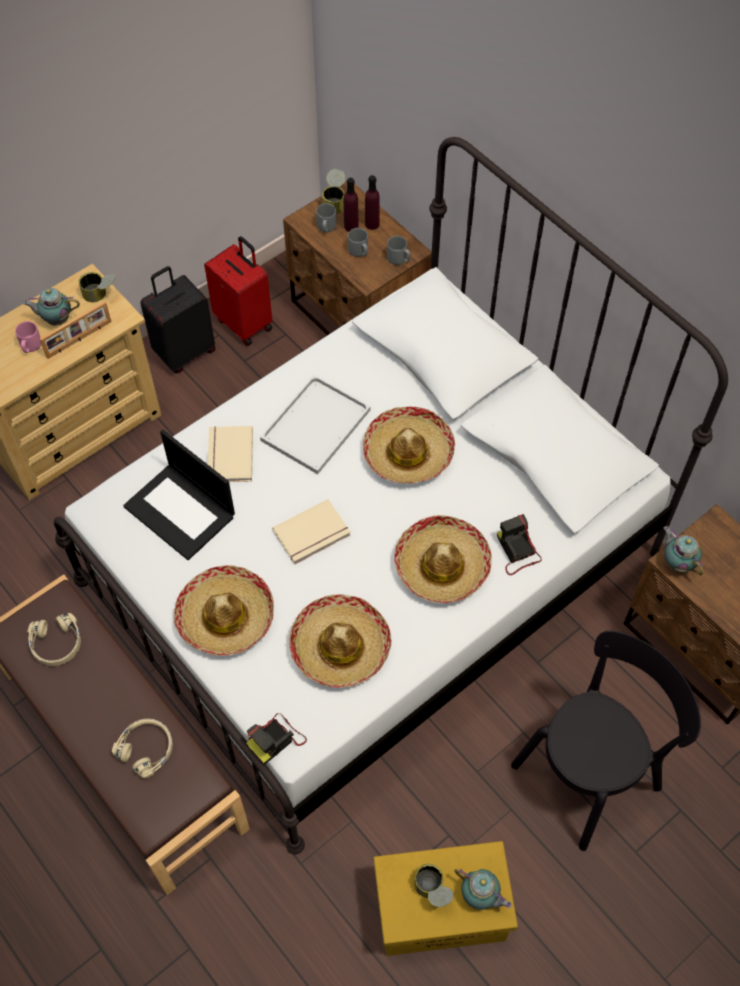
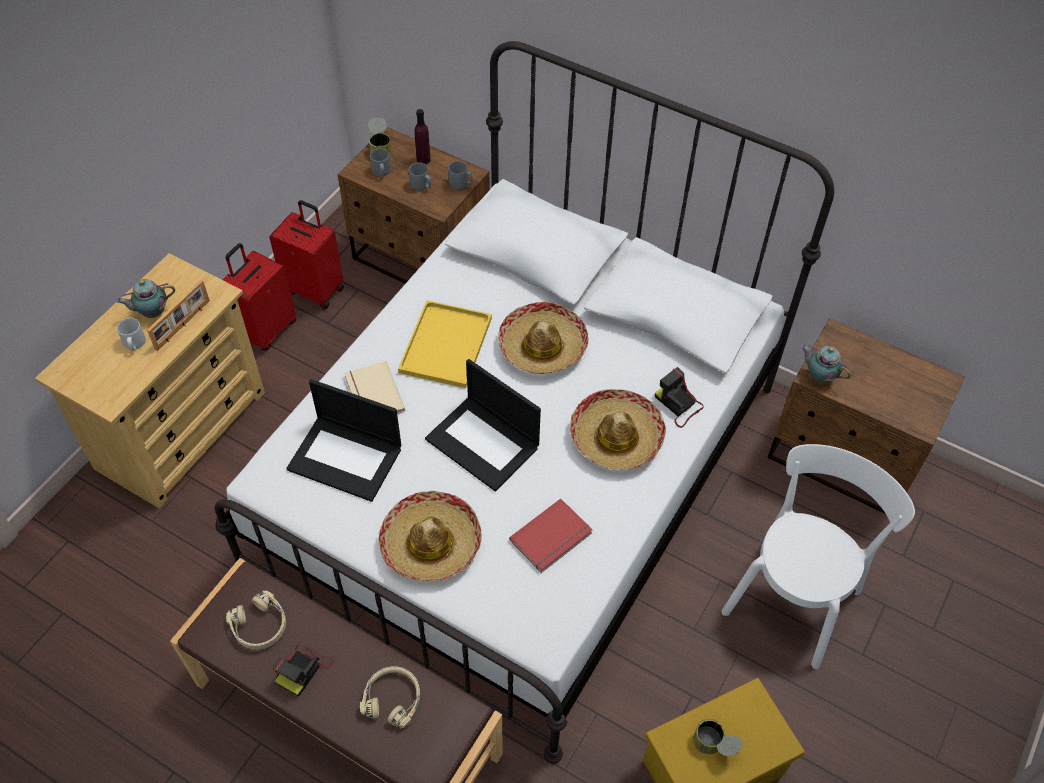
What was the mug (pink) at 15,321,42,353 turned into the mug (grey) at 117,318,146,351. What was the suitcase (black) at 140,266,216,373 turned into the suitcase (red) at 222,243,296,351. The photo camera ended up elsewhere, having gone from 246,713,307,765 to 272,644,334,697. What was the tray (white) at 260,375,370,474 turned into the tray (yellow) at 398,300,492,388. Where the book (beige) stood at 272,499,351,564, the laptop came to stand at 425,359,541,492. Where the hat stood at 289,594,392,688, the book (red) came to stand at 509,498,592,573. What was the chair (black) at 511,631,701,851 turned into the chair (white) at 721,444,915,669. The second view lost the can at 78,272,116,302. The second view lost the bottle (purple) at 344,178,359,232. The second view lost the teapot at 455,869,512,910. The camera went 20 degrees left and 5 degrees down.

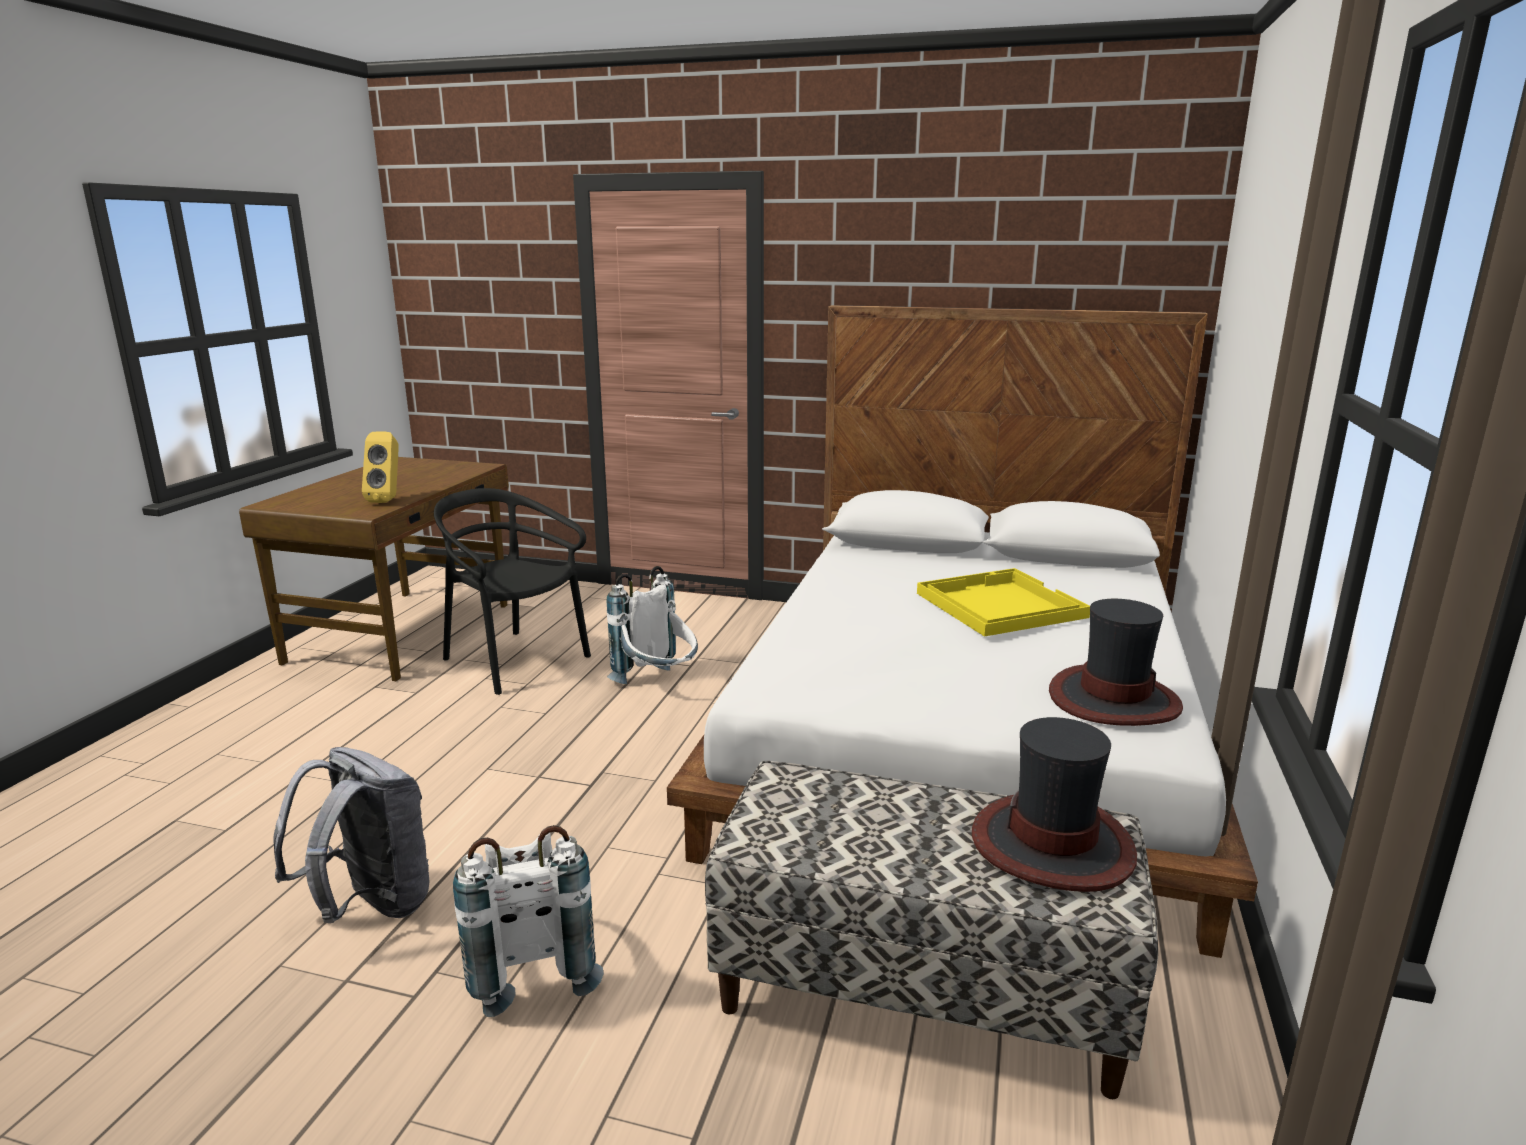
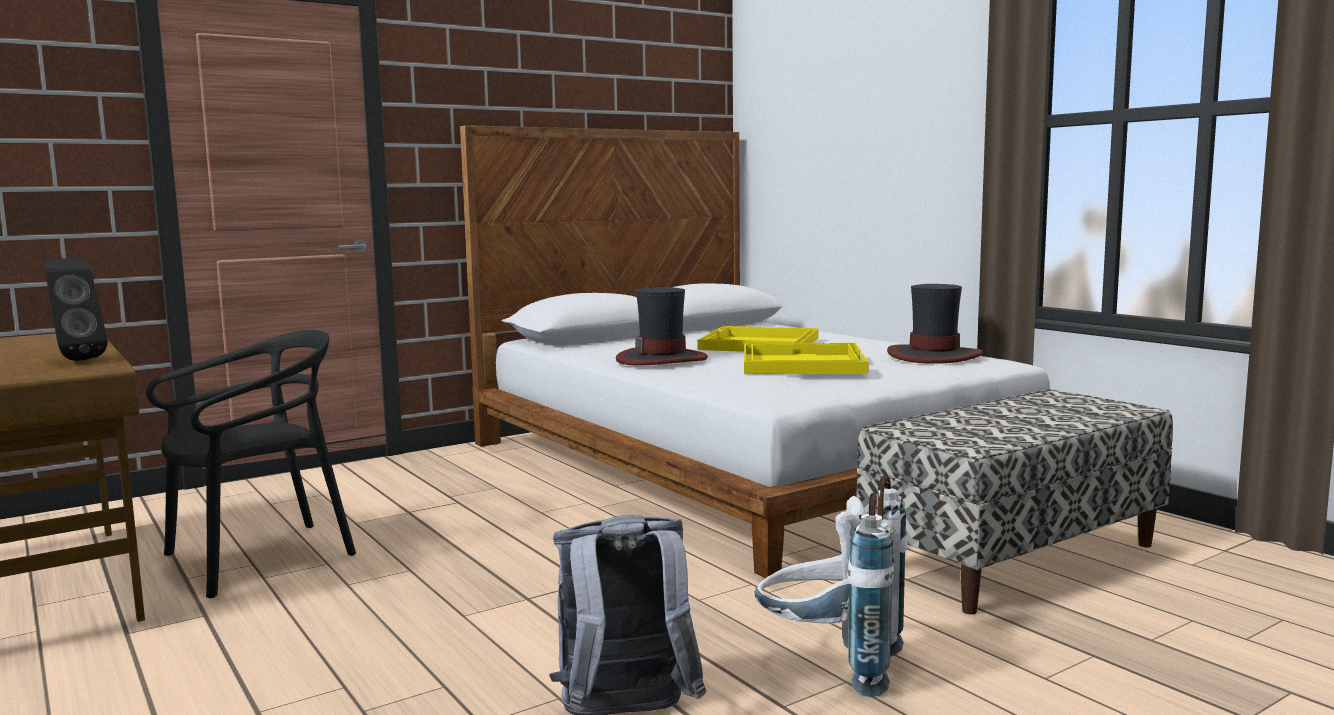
What was the speaker (yellow) at 362,431,399,503 turned into the speaker (black) at 44,258,108,361. The chair (black) at 434,488,591,695 ended up facing another way, 150 degrees clockwise from before. The hat ended up elsewhere, having gone from 972,717,1137,892 to 616,287,708,365. The second view gained the tray (yellow) at 744,343,869,374. The second view lost the backpack (white) at 607,566,698,684. The camera went 50 degrees left and 10 degrees down.

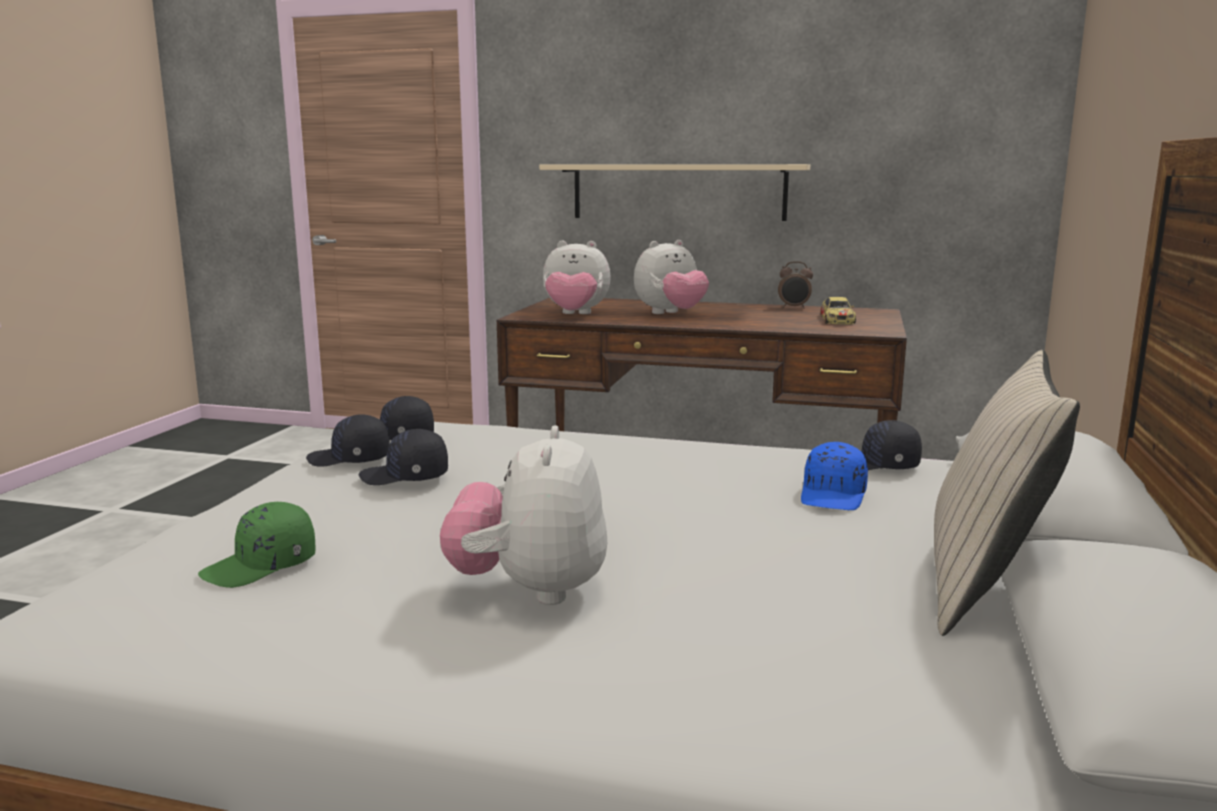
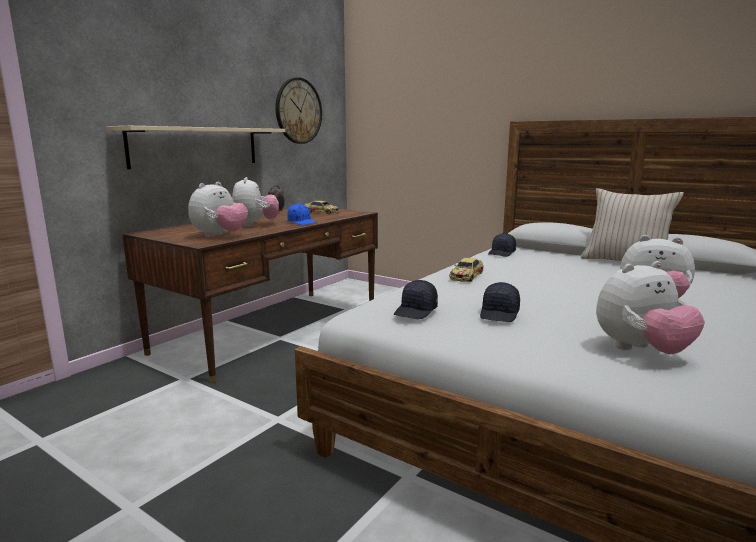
The second view gained the wall clock at 275,77,322,144. The cap (blue) ended up elsewhere, having gone from 801,442,868,510 to 287,204,317,225. The second view gained the toy car at 450,258,484,282. Where the cap (green) stood at 198,502,316,588, the plush toy came to stand at 596,261,705,354. The second view lost the cap (black) at 306,414,390,467. The camera went 70 degrees left and 0 degrees up.

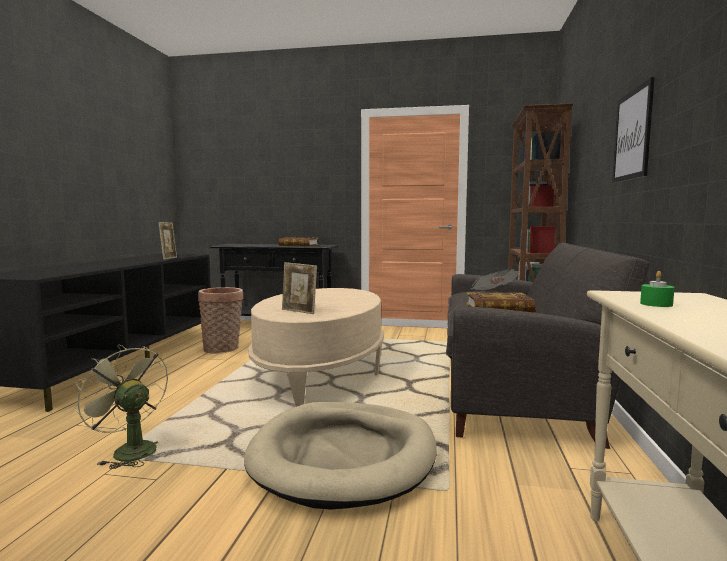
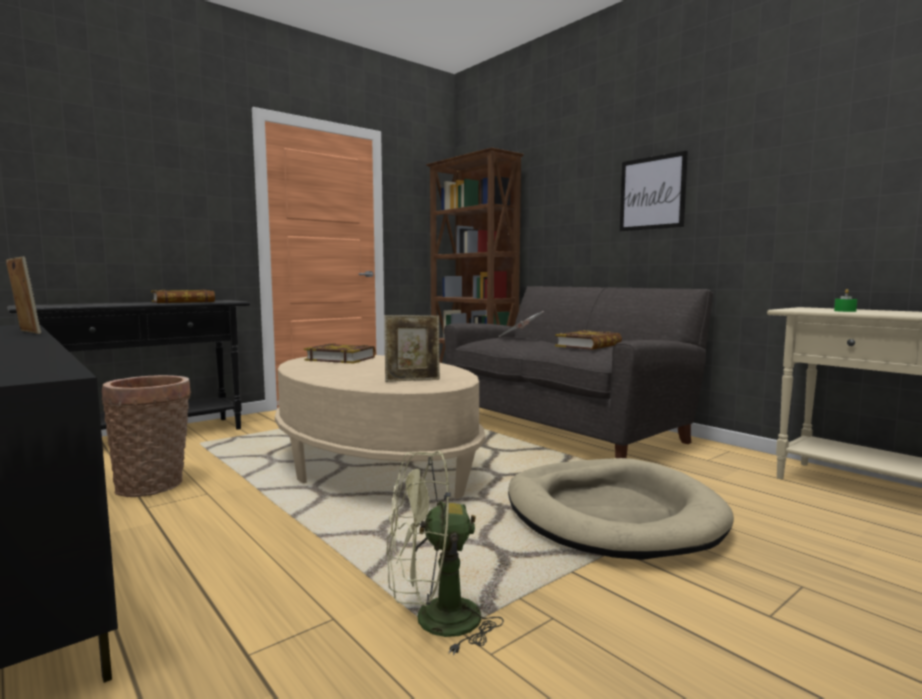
The second view gained the book at 304,343,376,364. The camera went 50 degrees left and 0 degrees up.

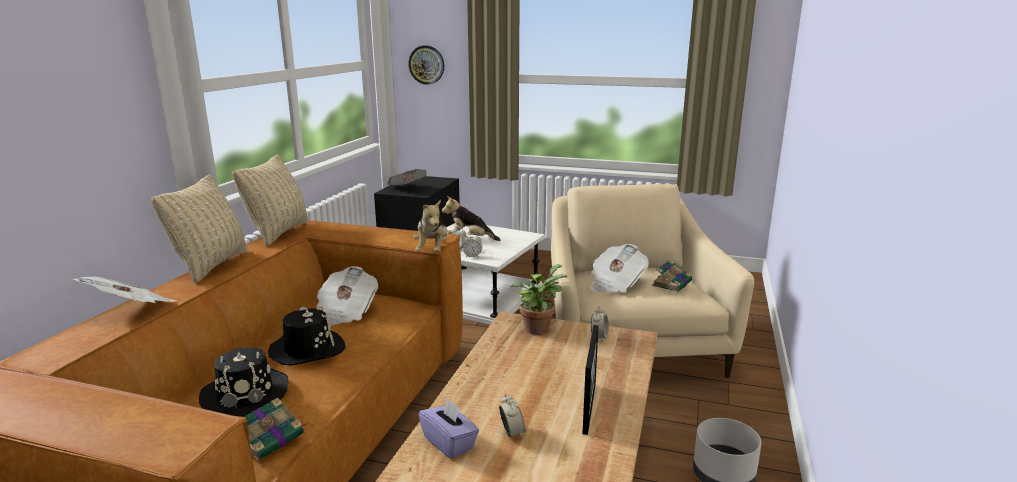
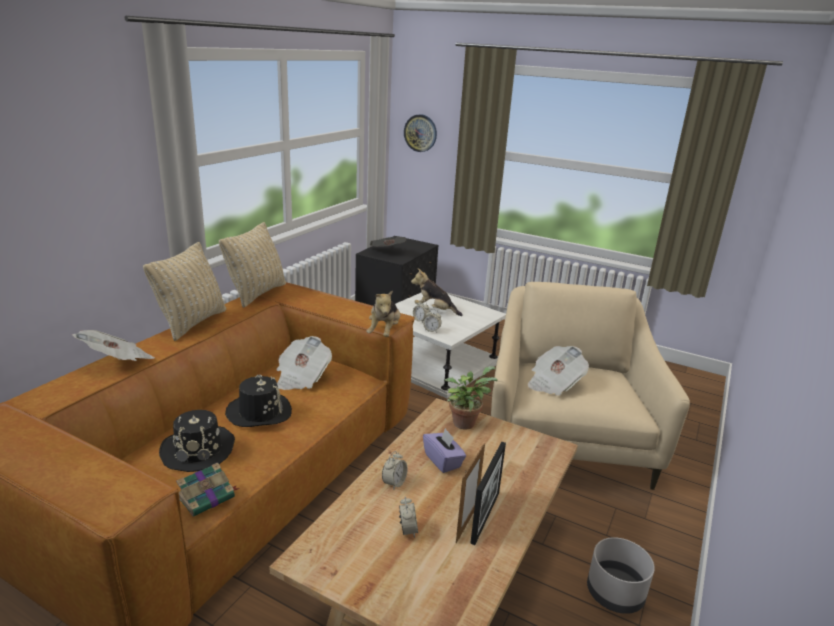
The alarm clock ended up elsewhere, having gone from 591,306,609,342 to 382,451,408,490. The tissue box (purple) ended up elsewhere, having gone from 418,398,479,459 to 423,428,466,473. The second view gained the picture frame at 456,443,485,543. The second view lost the book at 652,259,692,292. The camera went 10 degrees right and 5 degrees up.

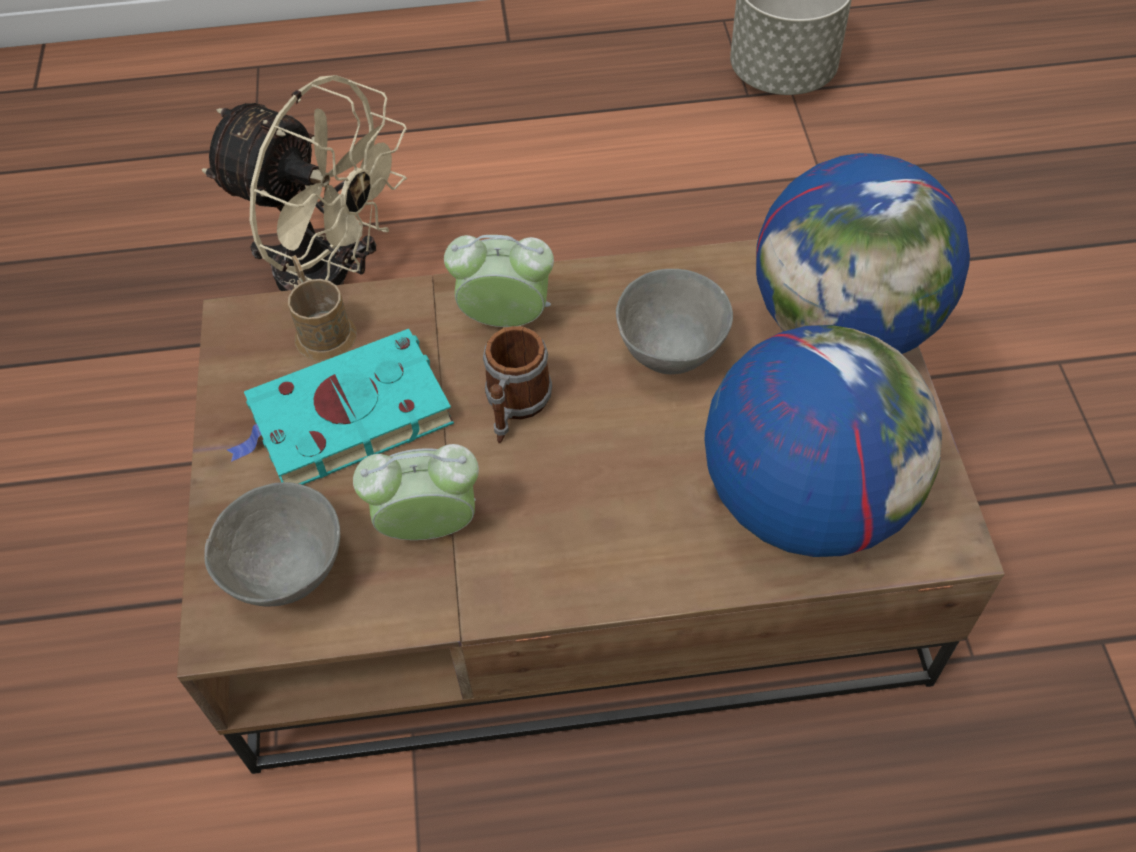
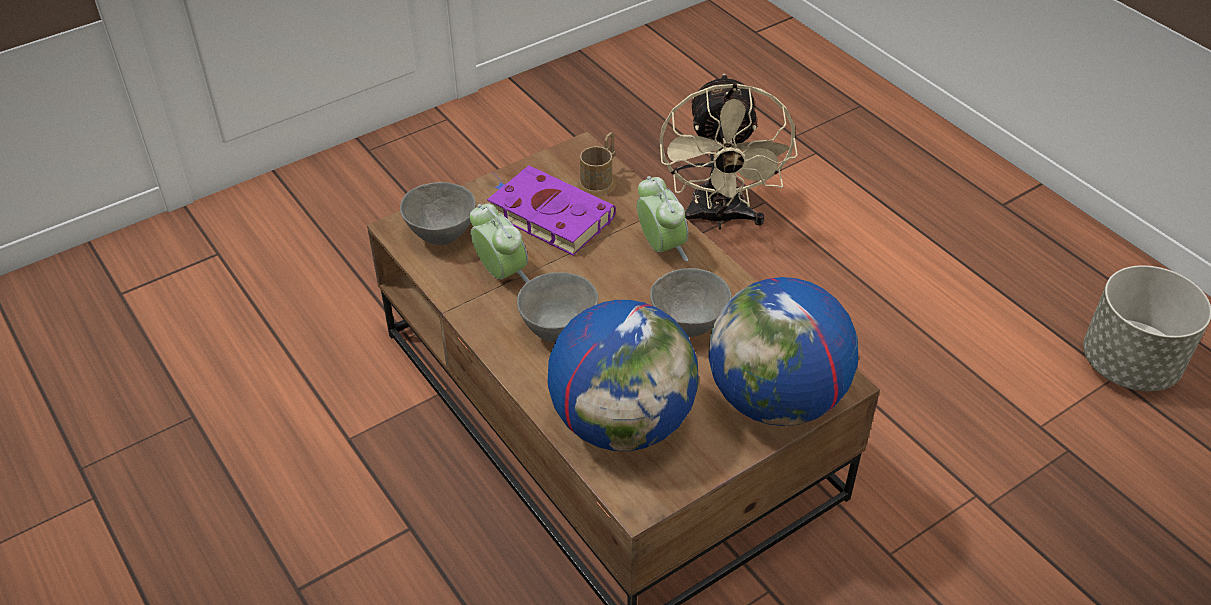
What was the book (turquoise) at 227,329,454,485 turned into the book (purple) at 487,165,616,255. The second view gained the bowl (grey) at 517,272,598,342. The second view lost the mug at 483,326,552,443. The camera went 60 degrees right and 10 degrees down.

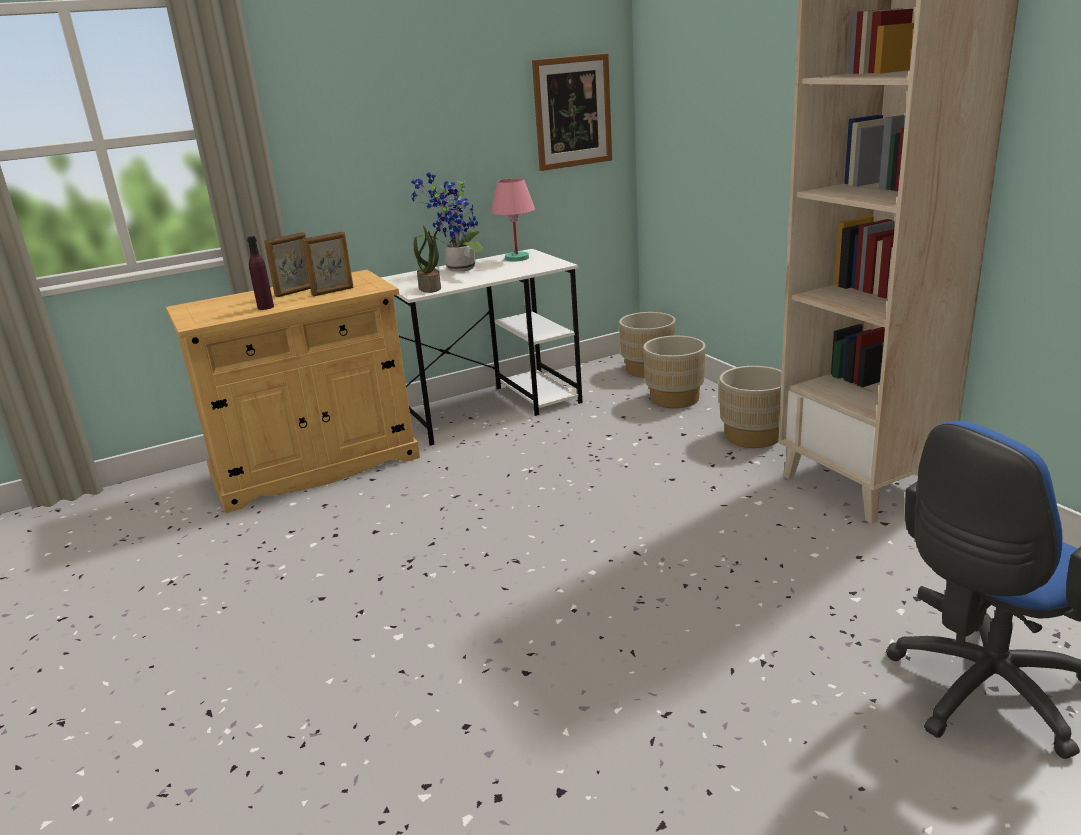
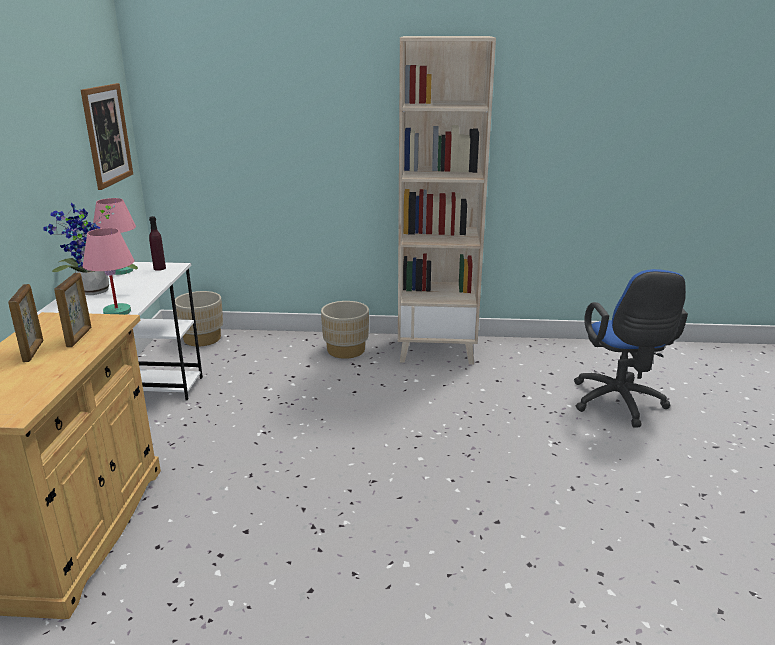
Where the potted plant stood at 414,225,441,293, the table lamp (pink) came to stand at 83,228,134,315. The bottle (purple) ended up elsewhere, having gone from 247,236,274,310 to 149,216,166,271. The second view lost the planter (beige) at 643,336,705,408. The camera went 60 degrees left and 0 degrees up.

